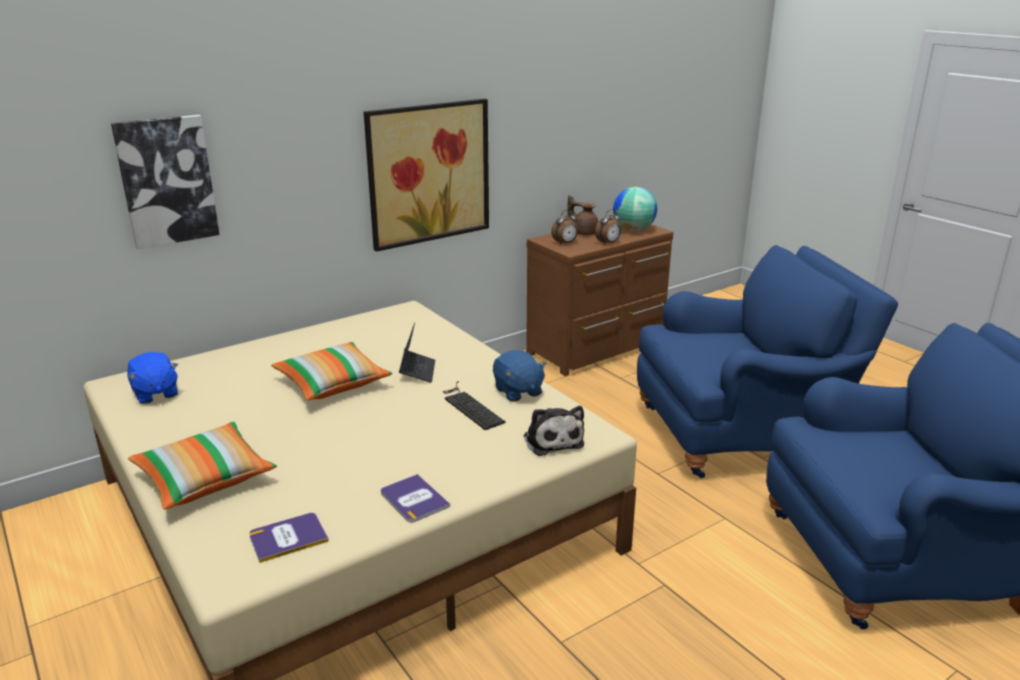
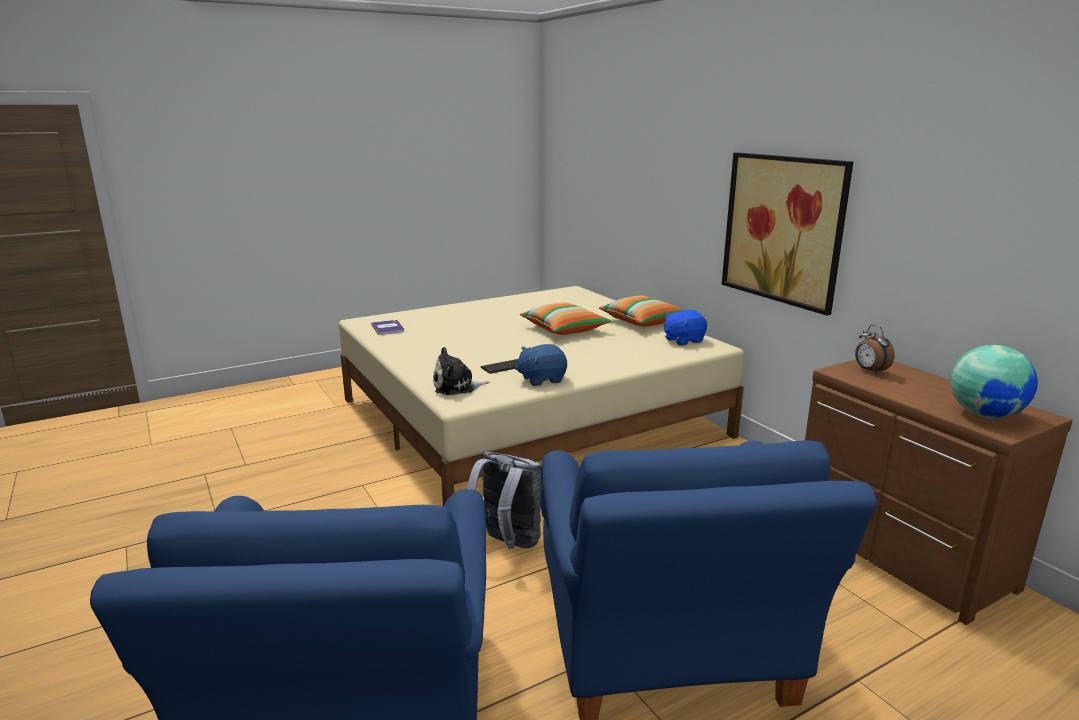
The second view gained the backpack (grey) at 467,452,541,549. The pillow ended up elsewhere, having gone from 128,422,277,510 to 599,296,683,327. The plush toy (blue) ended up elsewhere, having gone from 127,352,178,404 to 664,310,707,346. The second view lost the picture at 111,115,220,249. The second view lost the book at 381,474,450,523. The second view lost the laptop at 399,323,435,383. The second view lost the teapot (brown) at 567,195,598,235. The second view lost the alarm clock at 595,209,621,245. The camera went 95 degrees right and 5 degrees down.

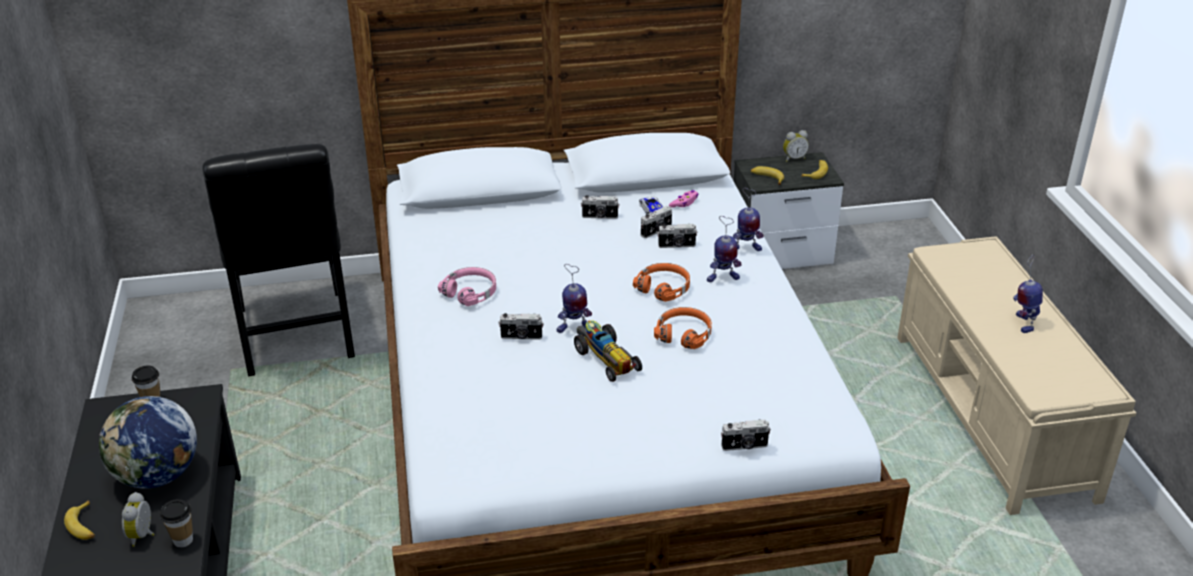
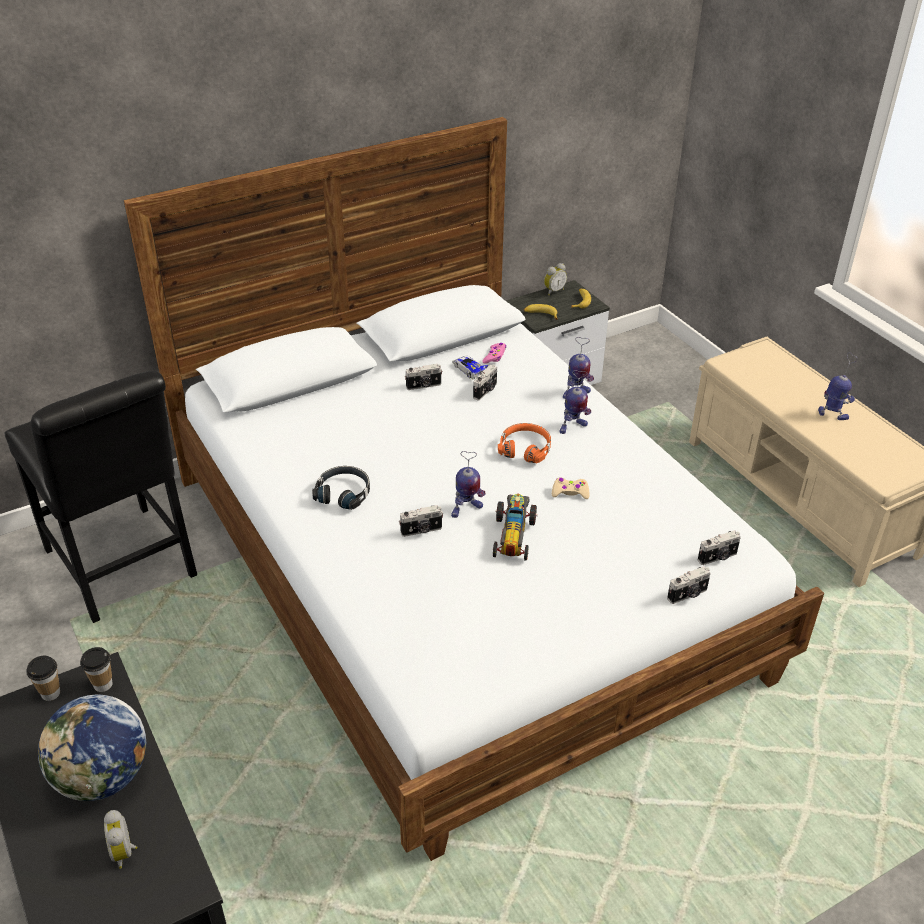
The cup ended up elsewhere, having gone from 160,499,193,547 to 80,647,113,692. What was the headphones (pink) at 438,267,496,306 turned into the headphones (black) at 312,466,370,510. The toy car at 574,320,642,382 ended up facing another way, 60 degrees clockwise from before. Where the headphones (orange) stood at 654,307,712,349, the game controller (beige) came to stand at 552,478,589,499. The photo camera ended up elsewhere, having gone from 657,224,697,248 to 698,530,741,565. The toy robot at 1013,254,1043,333 ended up facing another way, 135 degrees clockwise from before. The second view lost the banana at 64,500,95,540. The camera went 20 degrees left and 5 degrees up.

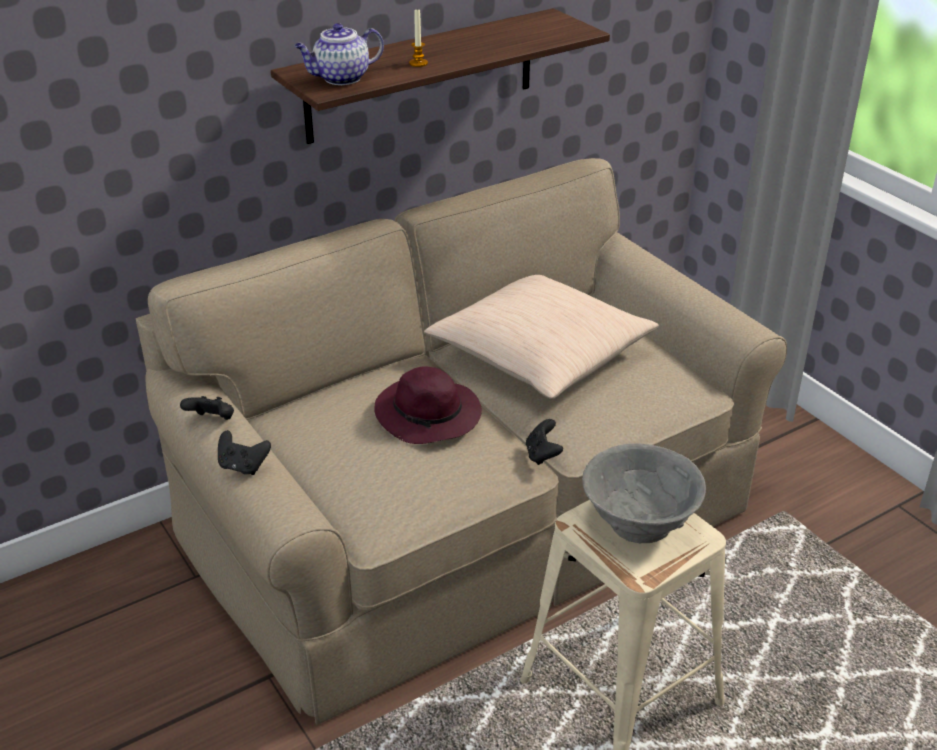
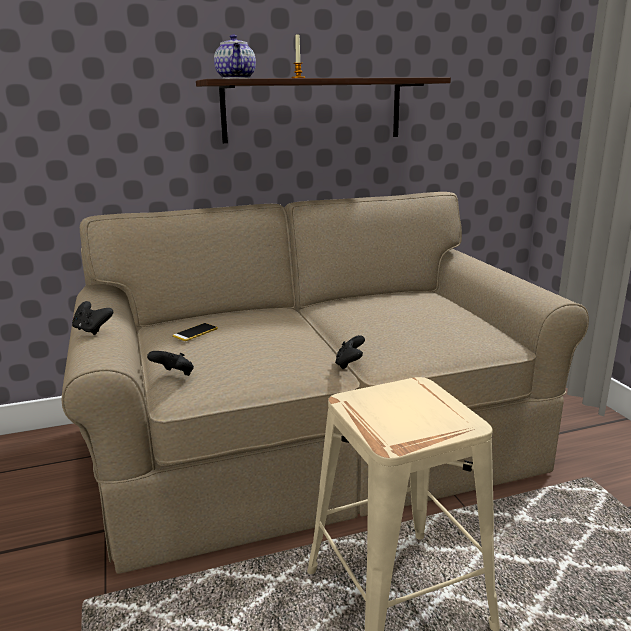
The game controller (black) ended up elsewhere, having gone from 180,396,234,420 to 147,351,194,376. The second view gained the phone at 173,323,218,341. The teapot at 294,23,384,85 ended up facing another way, 90 degrees counterclockwise from before. The second view lost the hat (purple) at 375,366,482,444. The second view lost the pillow (beige) at 424,275,659,399. The second view lost the bowl (grey) at 582,443,706,543. The camera went 15 degrees right and 15 degrees down.

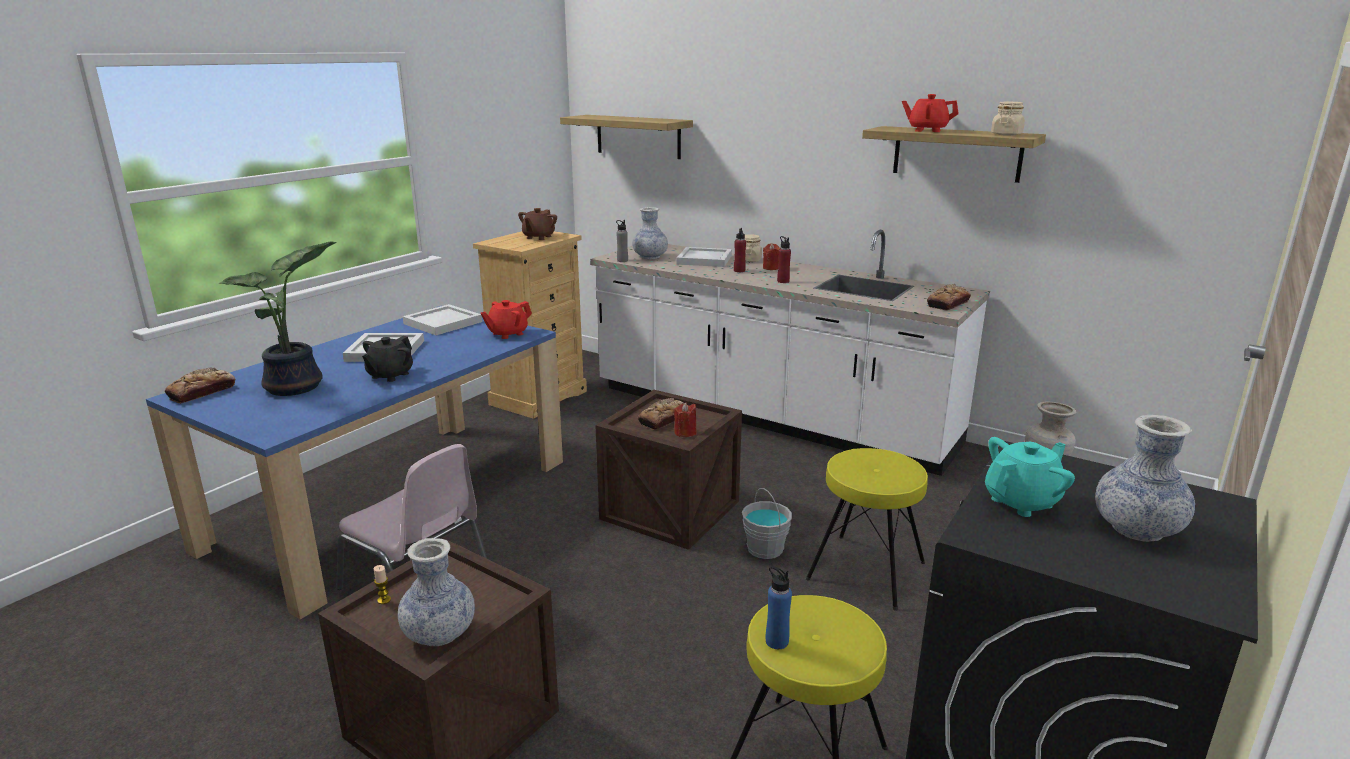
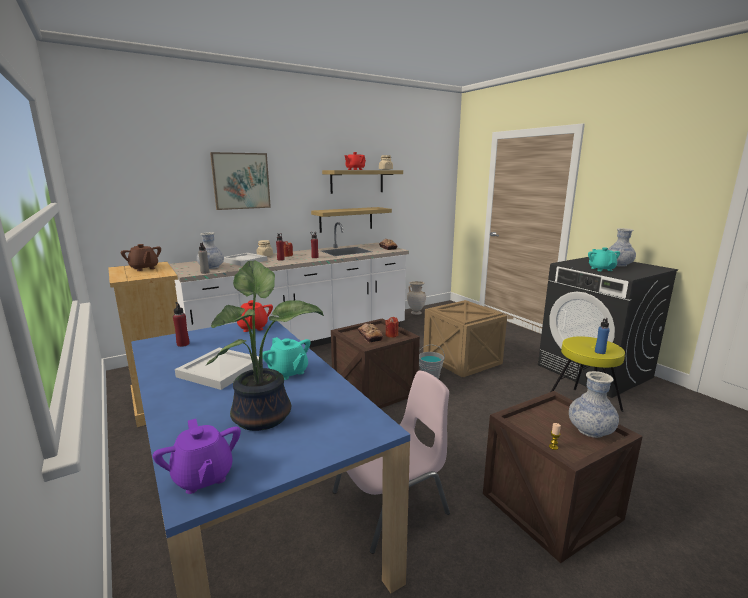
Where the bread stood at 165,368,235,404, the teapot (purple) came to stand at 153,419,241,494. Where the tray (white) stood at 403,304,482,335, the bottle (red) came to stand at 173,302,190,347. The second view gained the picture at 210,152,271,210. What was the teapot (black) at 362,336,413,382 turned into the teapot (turquoise) at 262,337,310,380. The shelf ended up elsewhere, having gone from 560,115,693,159 to 311,207,392,233. Where the stool (yellow) stood at 806,448,928,611, the crate came to stand at 423,300,507,377. The camera went 65 degrees left and 5 degrees down.

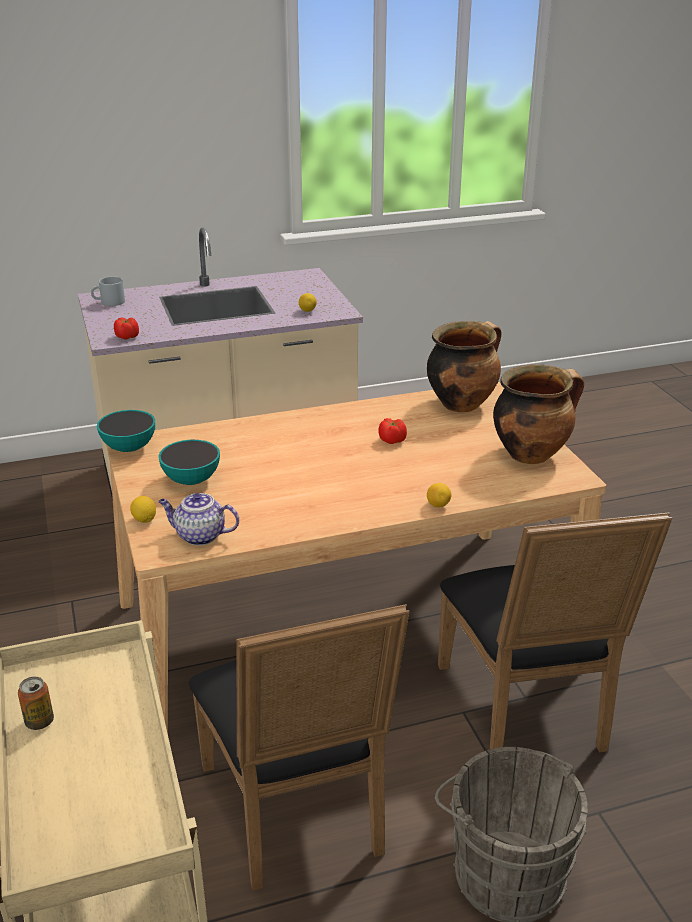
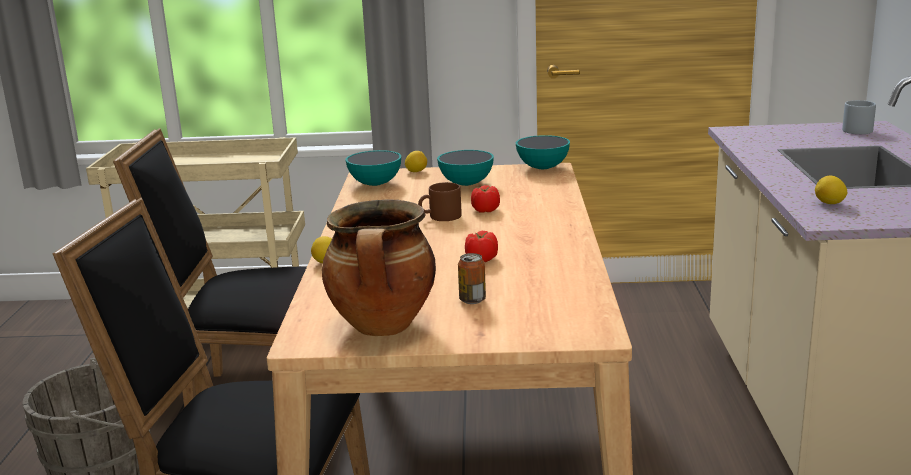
Where the teapot stood at 158,493,239,546, the bowl came to stand at 345,150,401,186. The second view gained the mug (brown) at 418,182,462,221. The can ended up elsewhere, having gone from 18,677,54,730 to 458,253,486,304. The tomato ended up elsewhere, having gone from 114,318,139,339 to 471,185,500,213. The second view lost the cooking pot at 427,321,501,413. The camera went 110 degrees right and 10 degrees down.

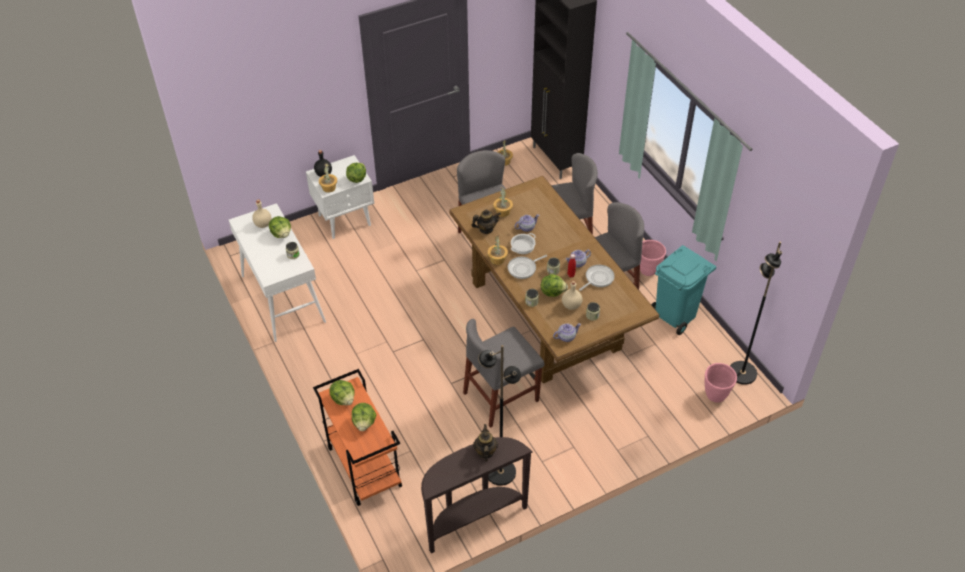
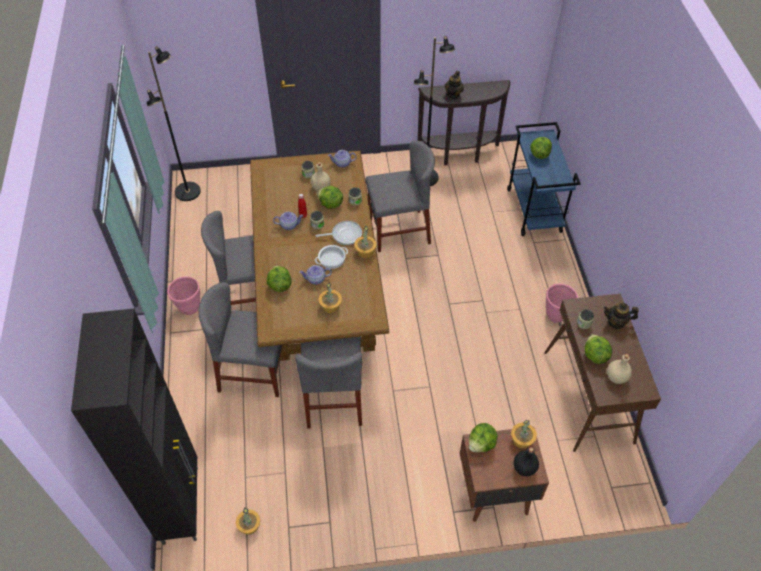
The lettuce ended up elsewhere, having gone from 329,380,355,405 to 267,266,291,292. What was the nightstand (white) at 306,155,374,239 turned into the nightstand (brown) at 460,428,549,522. What was the cart (orange) at 313,369,402,506 turned into the cart (blue) at 507,122,581,236. What was the console table (white) at 229,203,326,342 turned into the console table (brown) at 544,294,661,452. The planter (pink) ended up elsewhere, having gone from 704,363,737,402 to 546,284,578,323. The teapot ended up elsewhere, having gone from 471,209,501,234 to 604,302,639,329. The second view lost the frying pan at 579,265,615,291. The second view lost the trash can (turquoise) at 651,245,716,335. The camera went 160 degrees left and 5 degrees up.

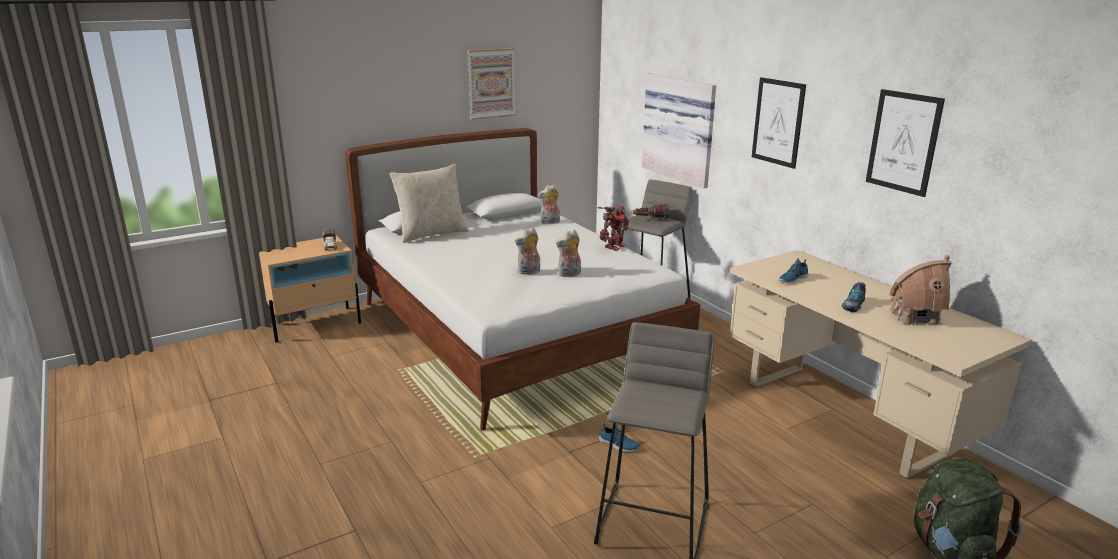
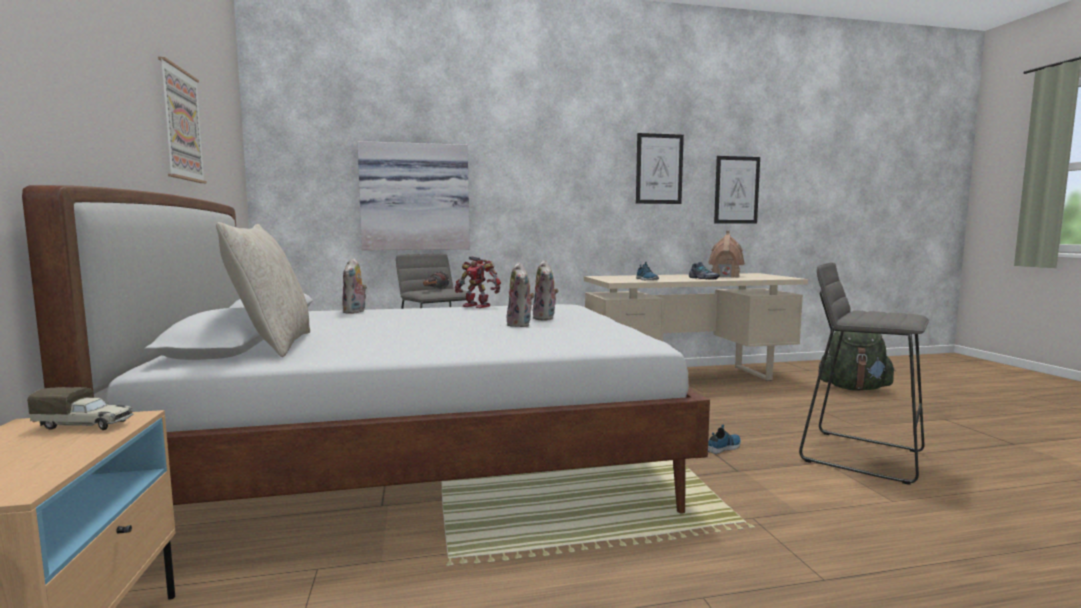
The toy robot at 597,206,630,251 ended up facing another way, 150 degrees clockwise from before. The picture ended up elsewhere, having gone from 752,77,806,169 to 714,156,760,224. The camera went 70 degrees left and 15 degrees down.

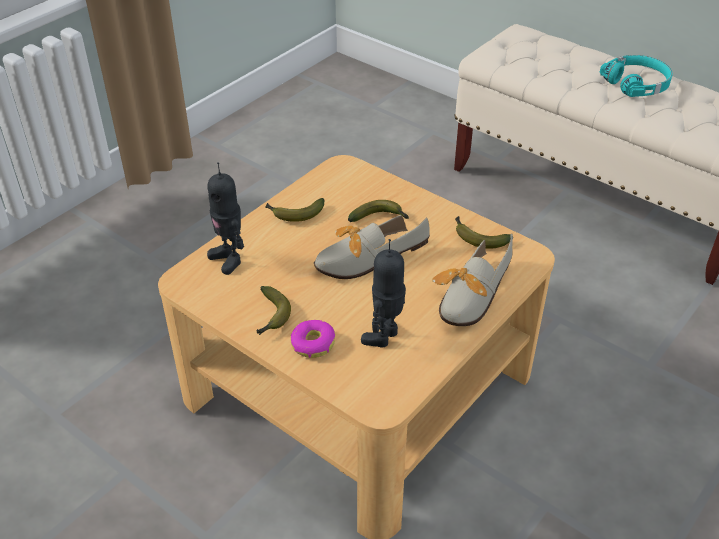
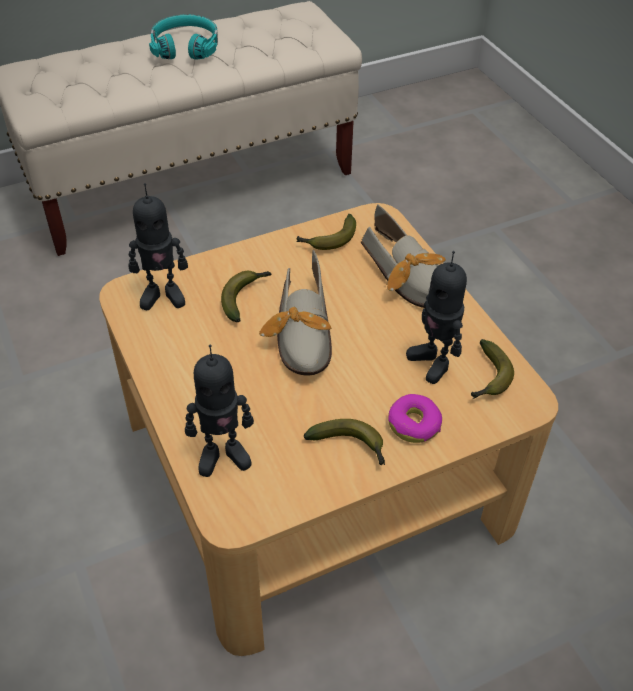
The second view gained the toy robot at 128,183,188,310. The banana ended up elsewhere, having gone from 265,198,325,222 to 471,339,514,399. The camera went 65 degrees left and 5 degrees up.

